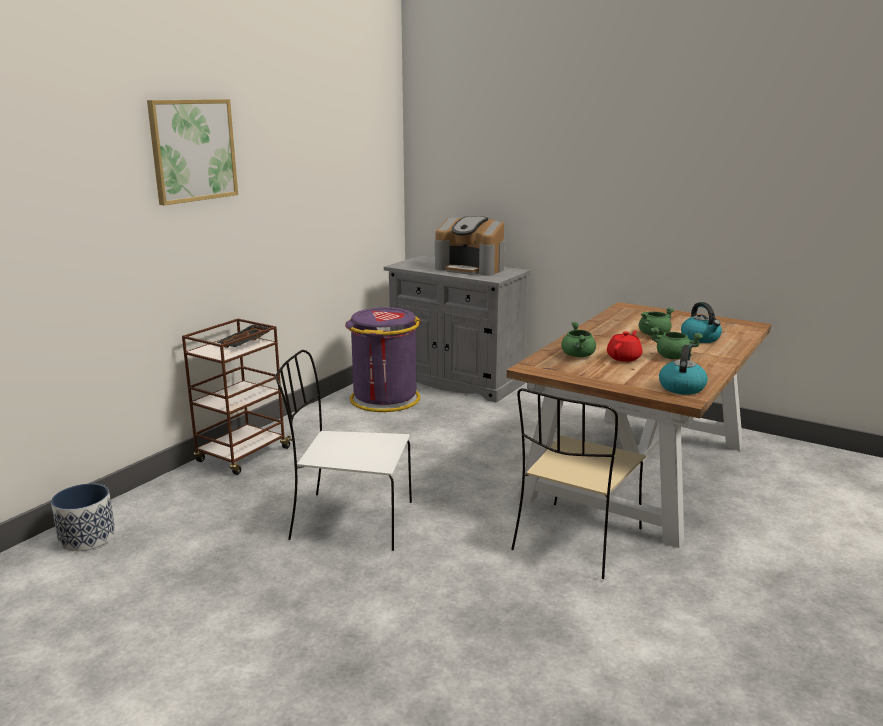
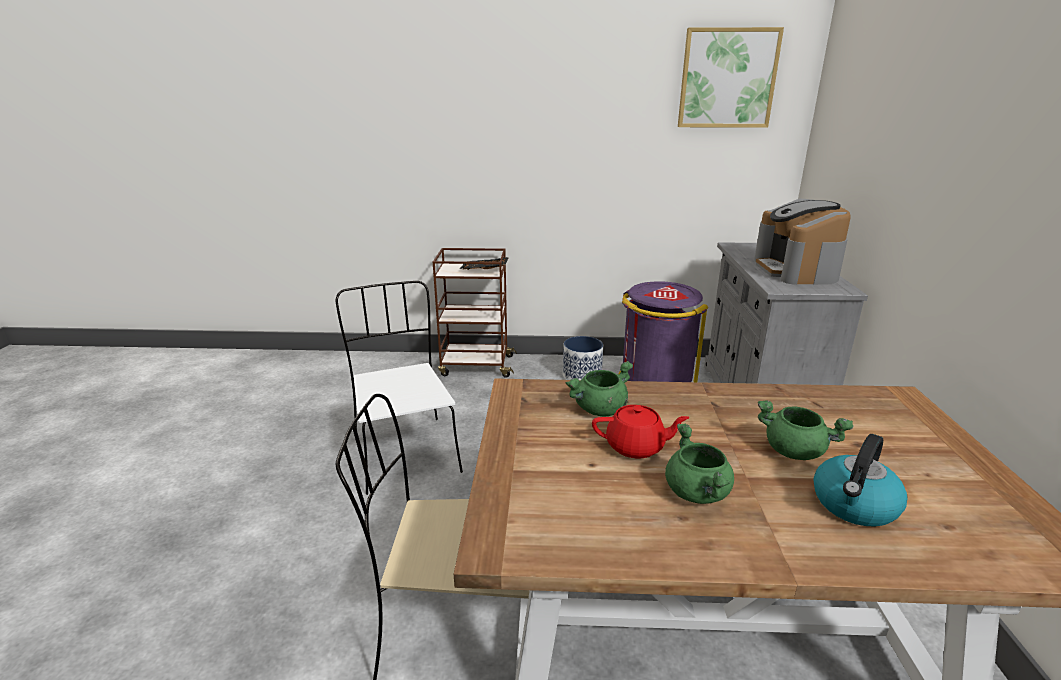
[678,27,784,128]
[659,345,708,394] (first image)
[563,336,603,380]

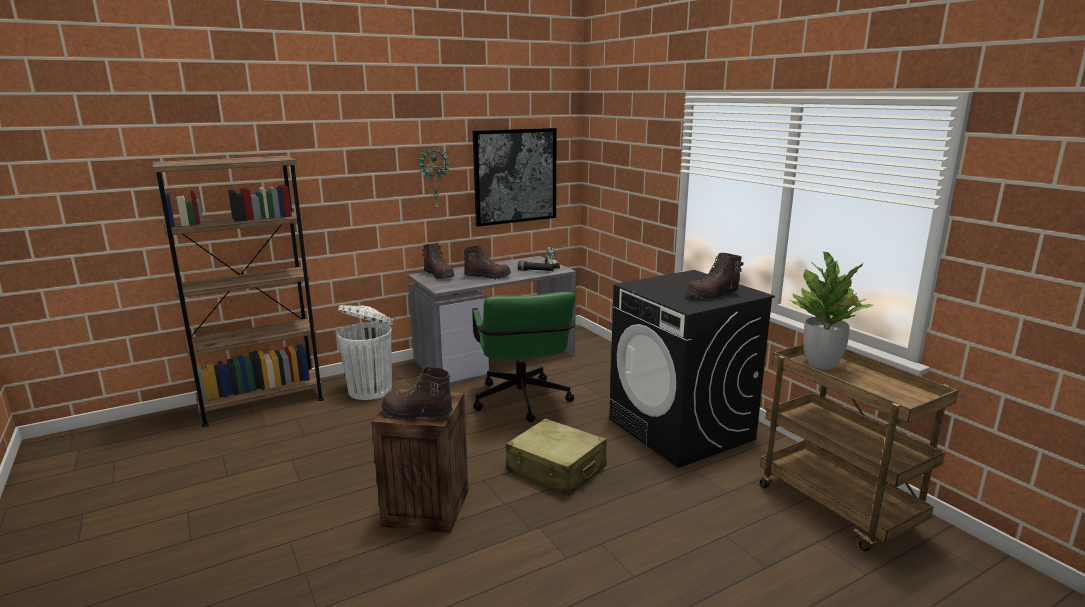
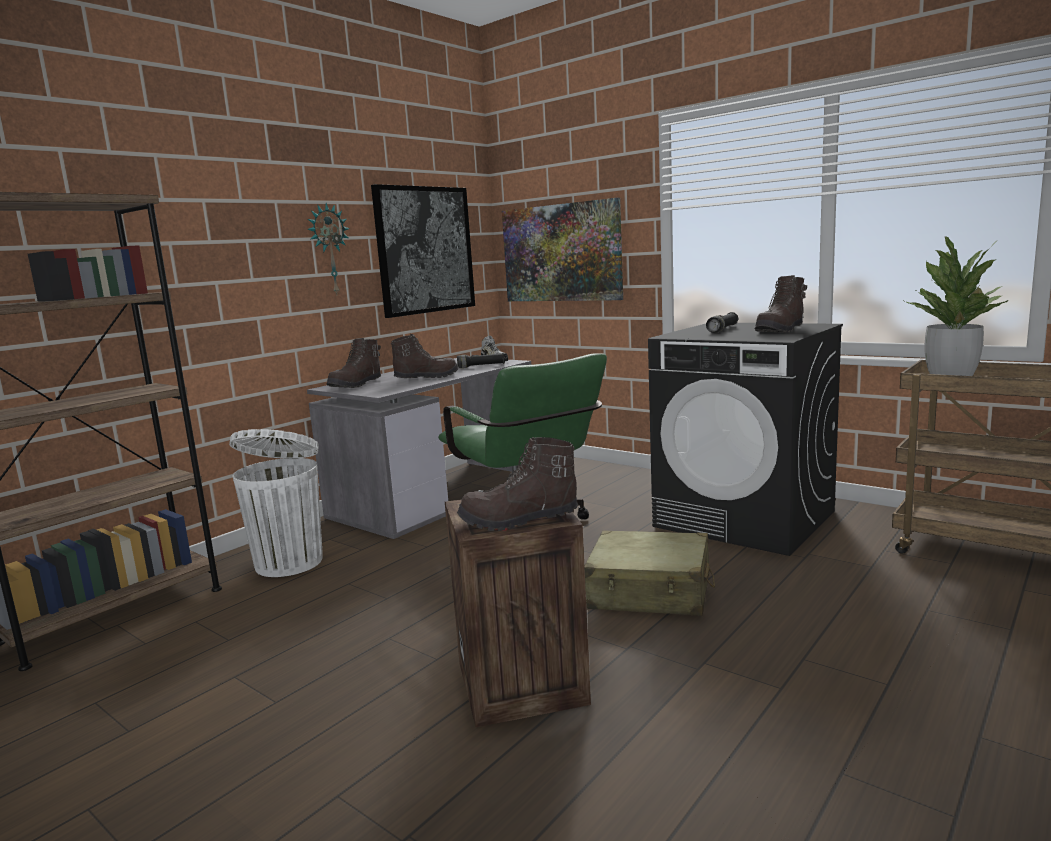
[326,338,381,388]
[502,198,623,301]
[706,312,738,333]

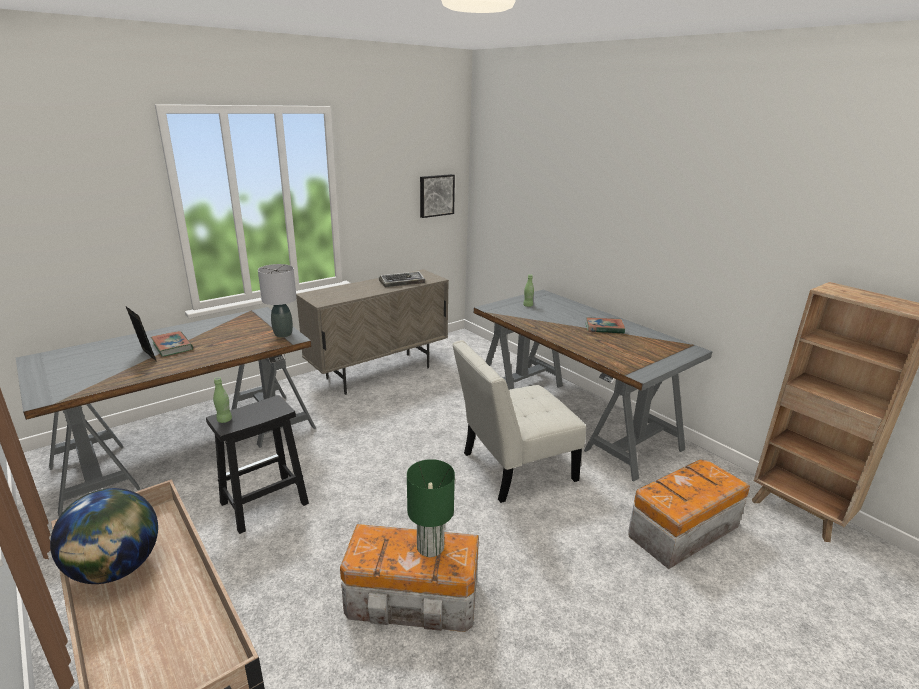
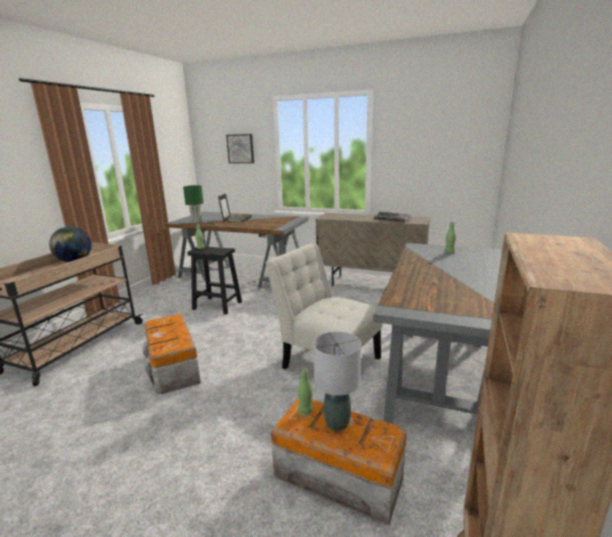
[226,134,254,163]
[314,331,361,431]
[585,317,625,333] (first image)
[183,185,203,223]
[298,368,313,415]

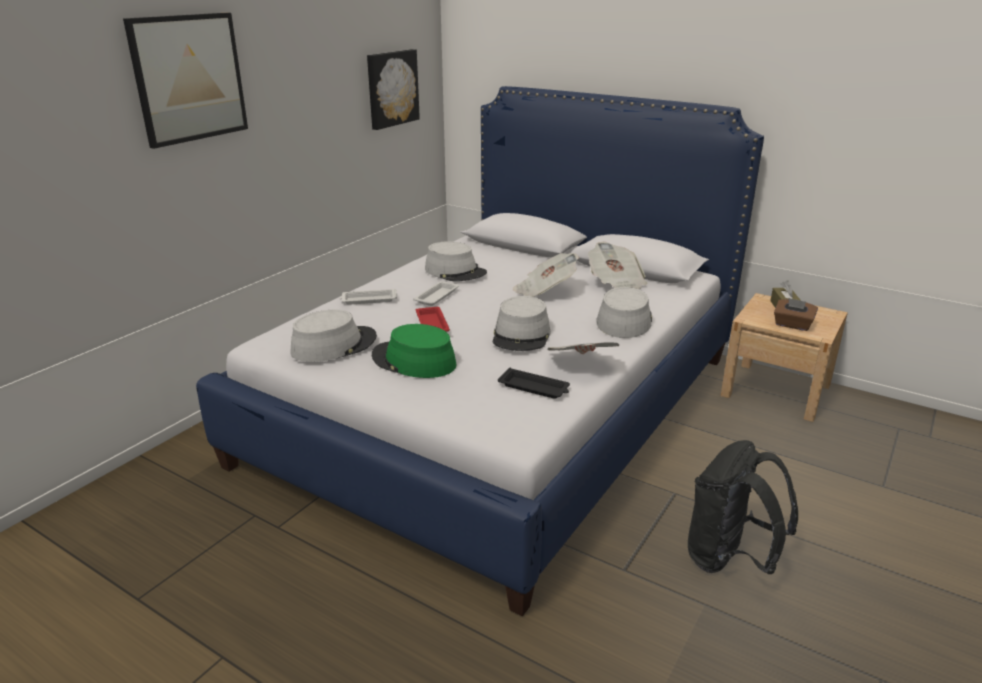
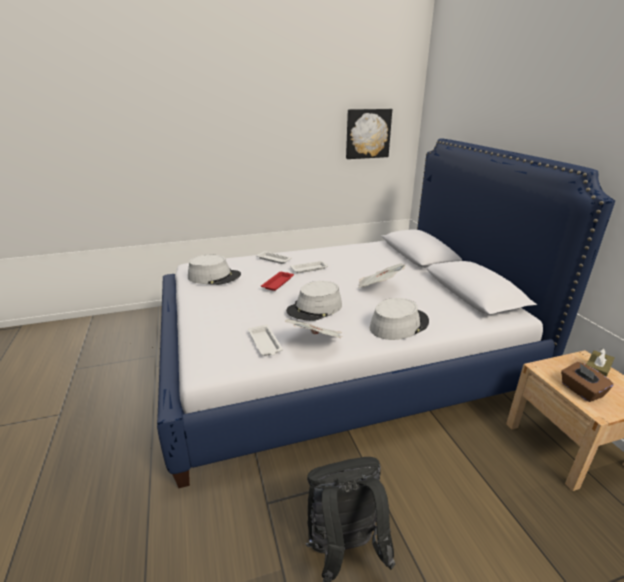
[123,13,248,149] (first image)
[425,241,487,282] (first image)
[588,242,648,289] (first image)
[372,324,457,378] (first image)
[248,324,283,356]

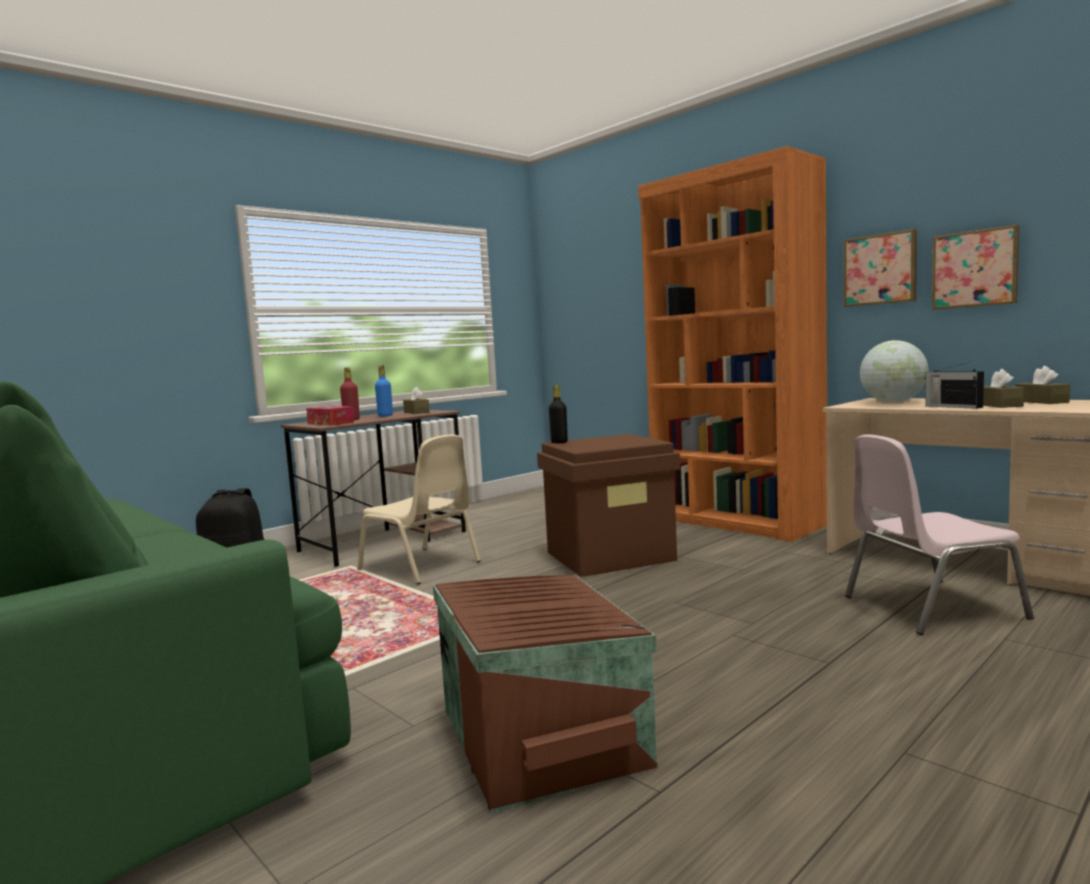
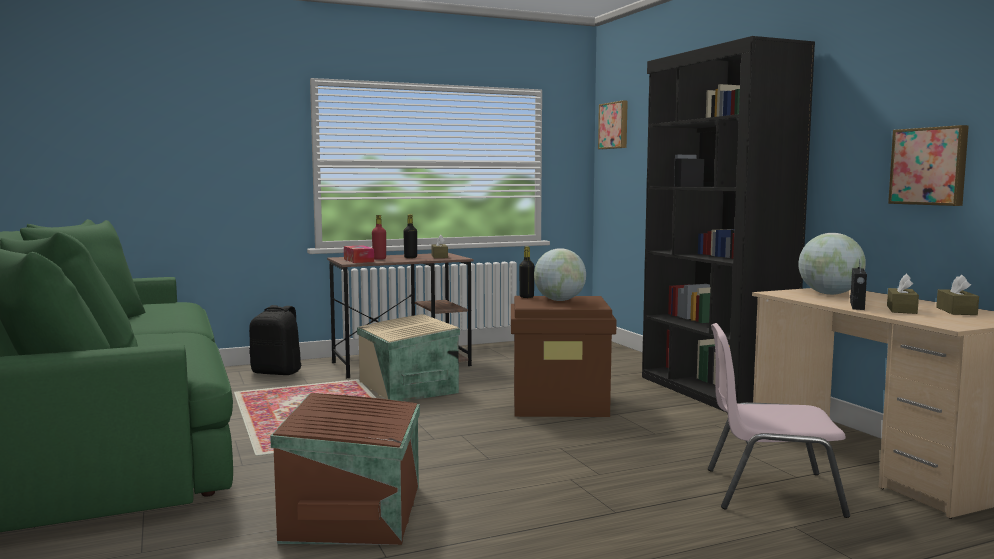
[642,36,815,414]
[598,100,628,149]
[850,259,867,310]
[403,214,417,258]
[357,314,460,401]
[534,248,586,301]

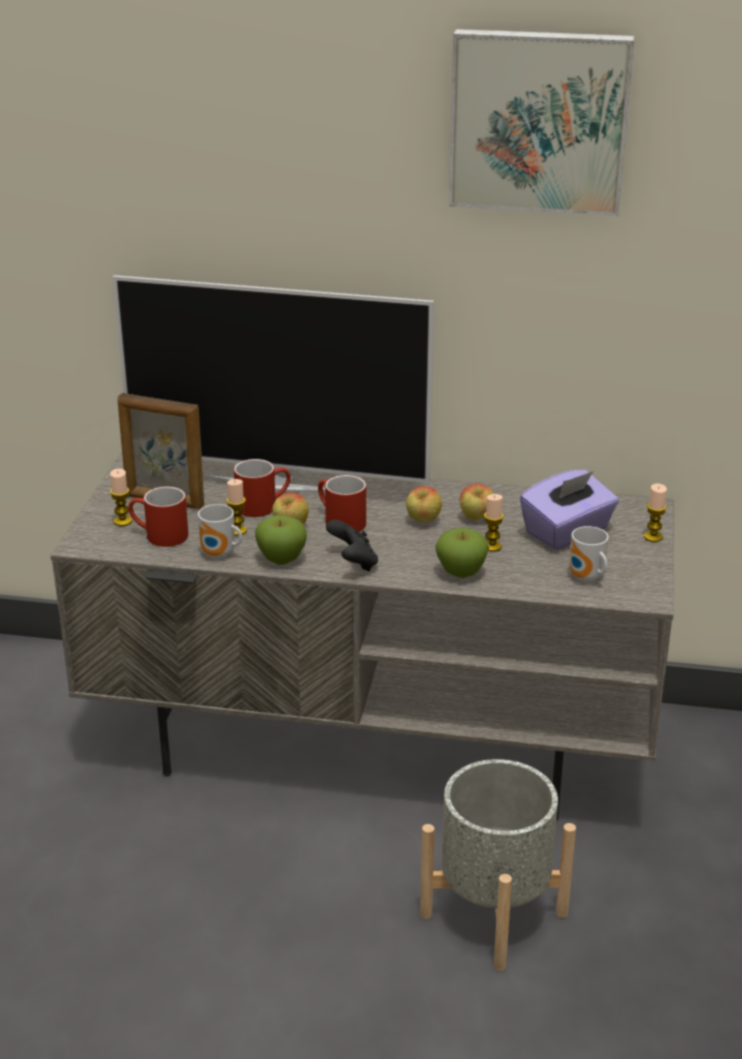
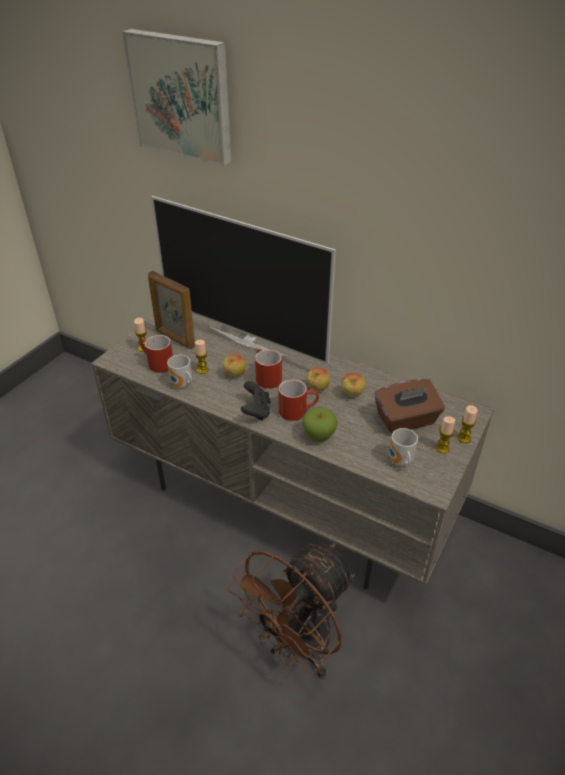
[122,29,232,166]
[279,379,319,421]
[375,379,445,433]
[436,416,455,454]
[255,515,307,565] (first image)
[228,542,355,678]

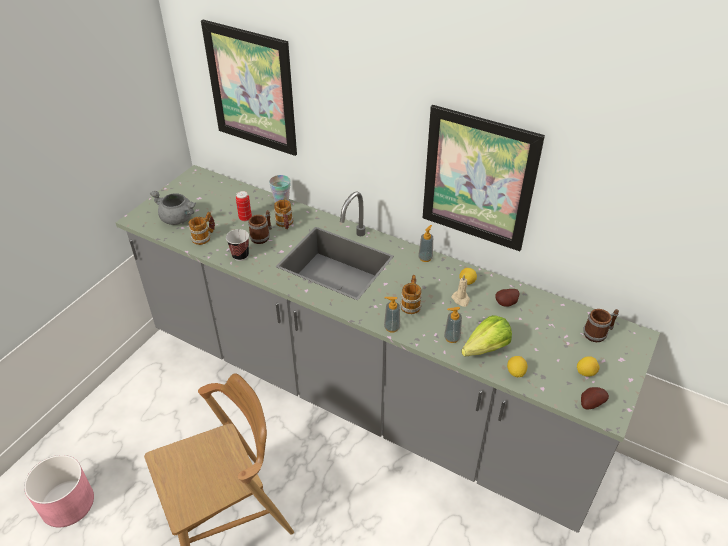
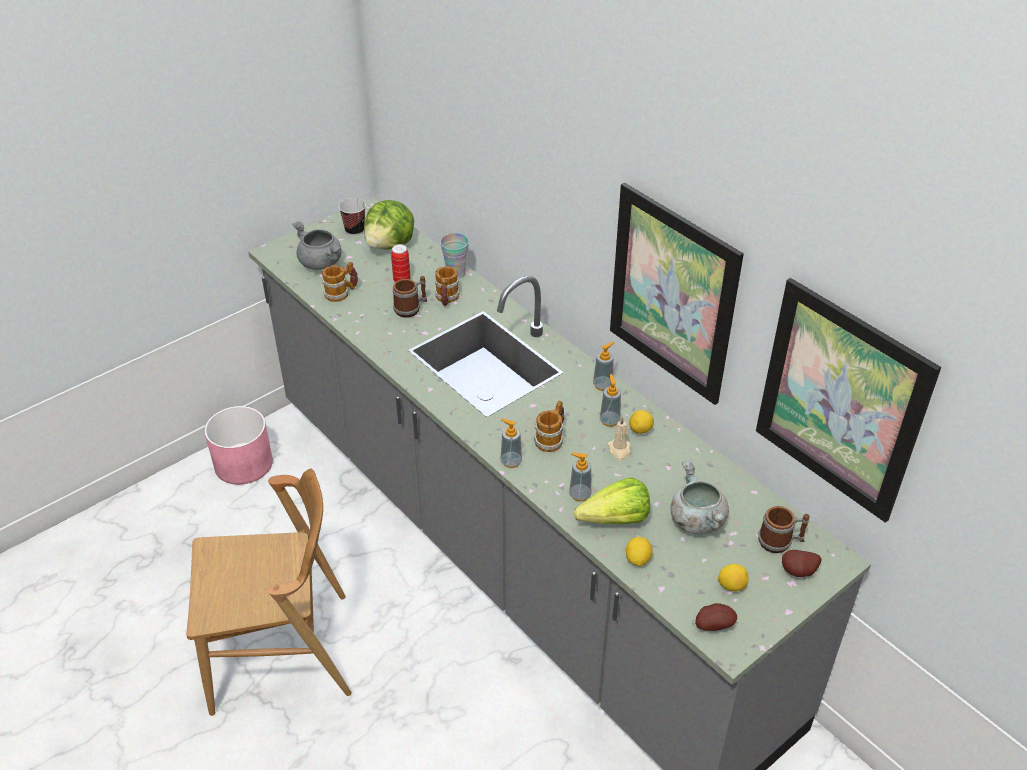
[756,278,941,523]
[339,198,366,236]
[782,550,822,577]
[204,406,273,485]
[364,200,414,250]
[600,374,621,427]
[671,460,729,534]

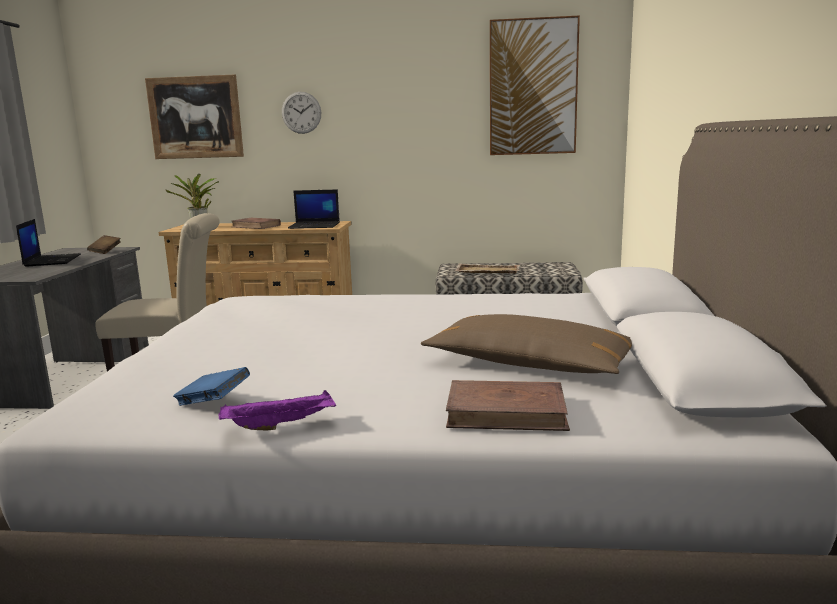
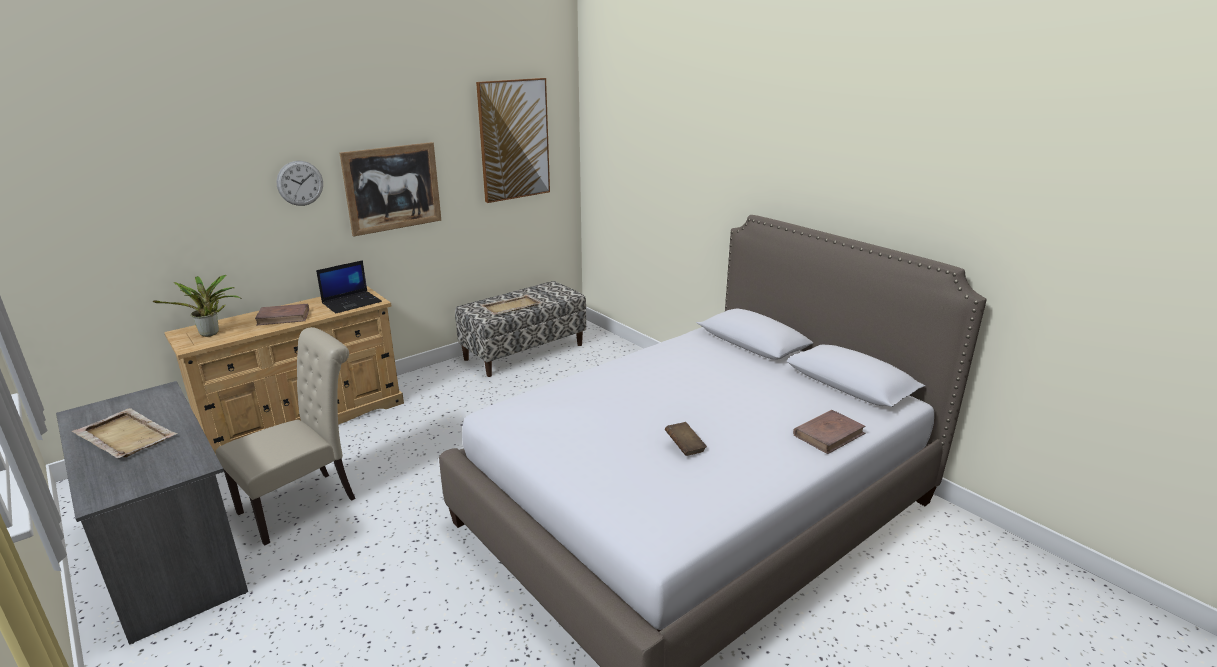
[340,142,441,237]
[72,408,178,458]
[665,422,707,456]
[421,314,632,374] (first image)
[173,367,250,406] (first image)
[218,390,336,430] (first image)

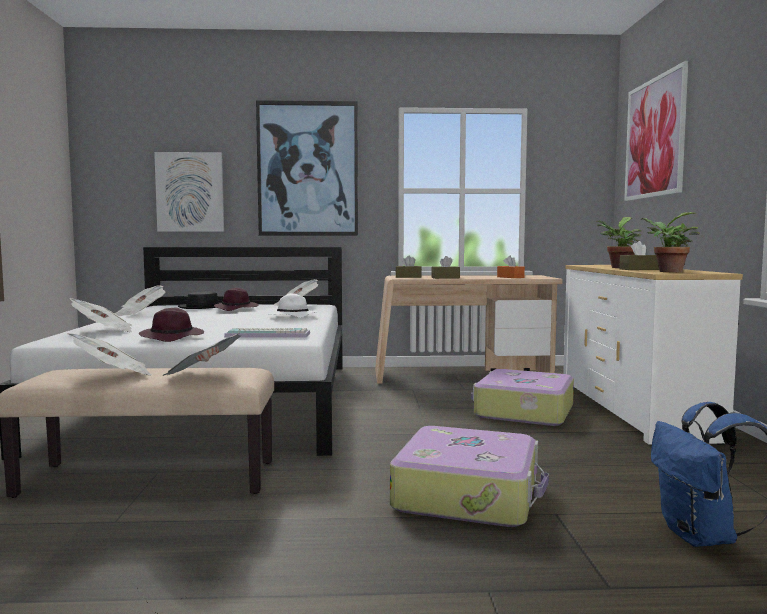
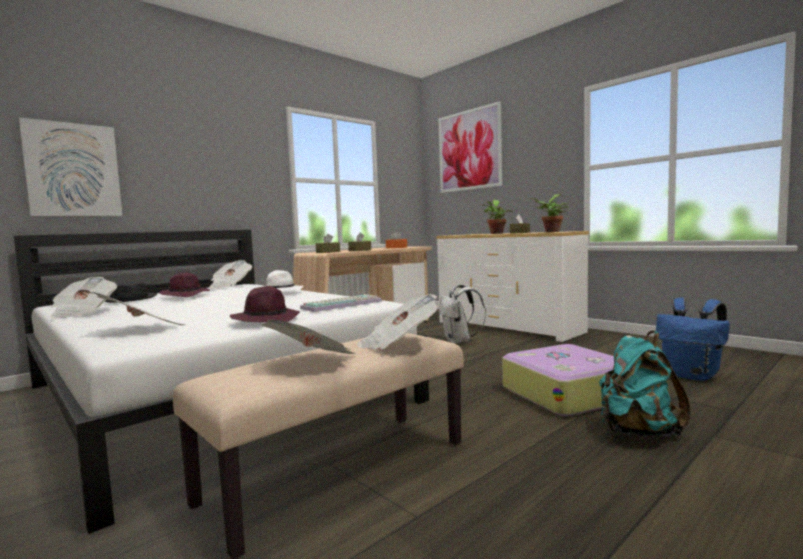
[256,100,358,236] (first image)
[440,285,486,344]
[599,331,690,437]

